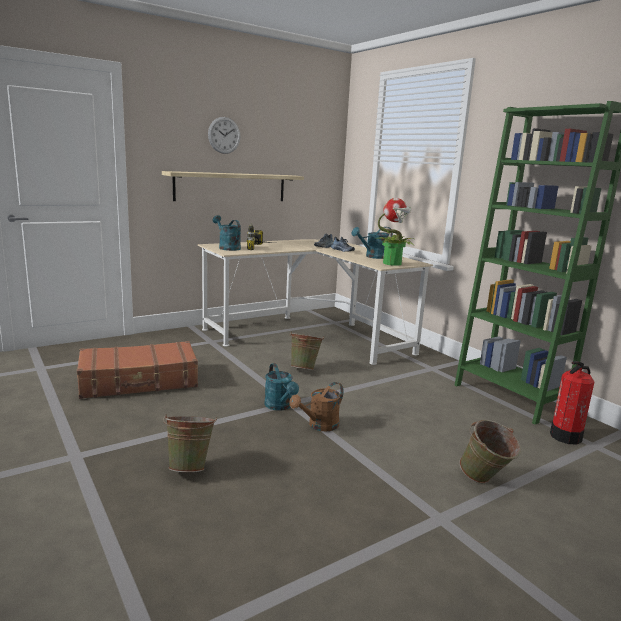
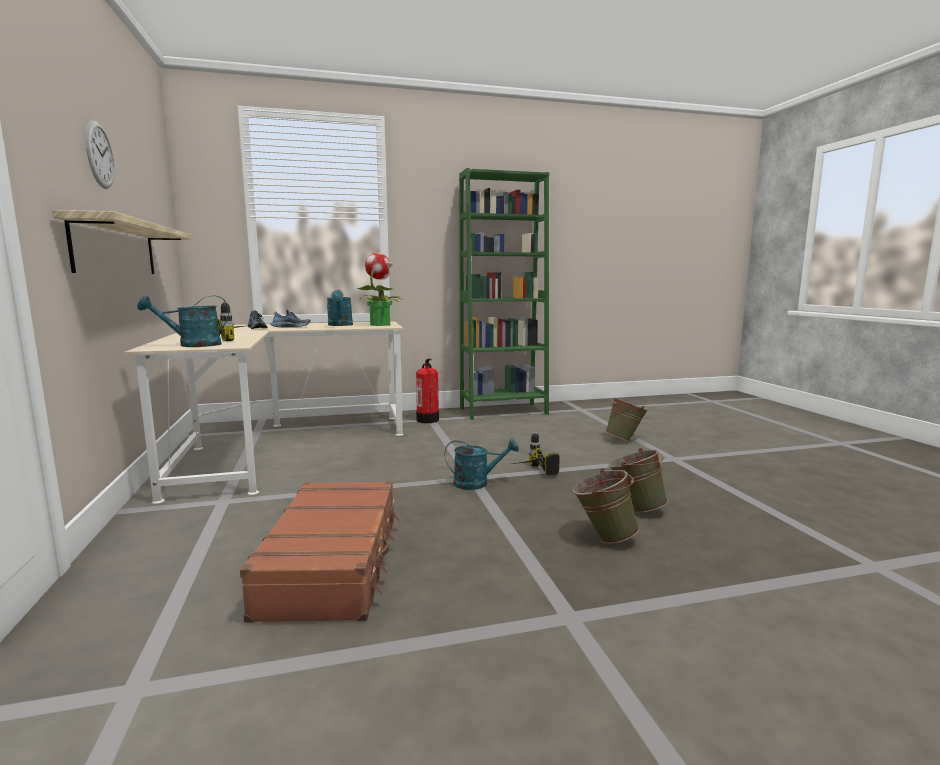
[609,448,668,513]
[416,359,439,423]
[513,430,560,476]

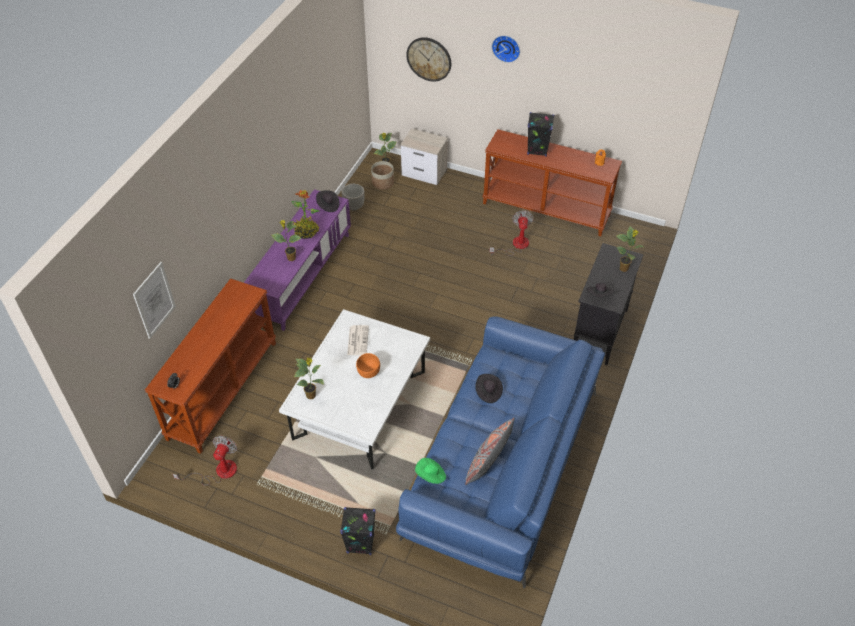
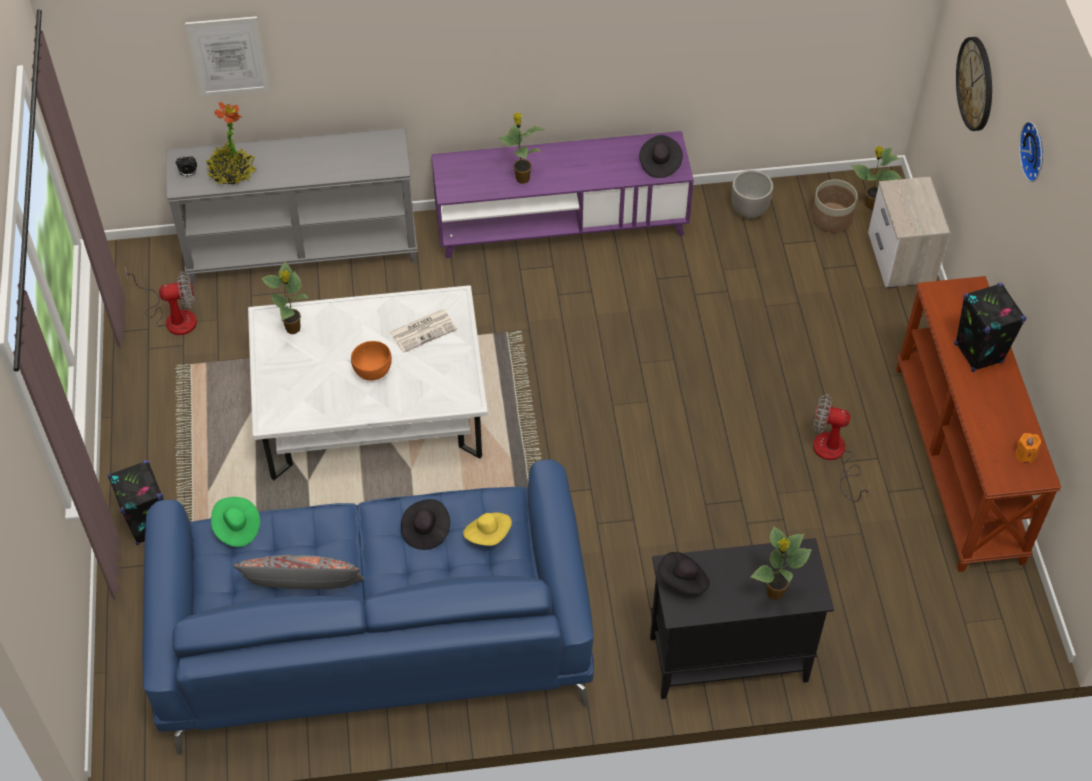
[205,102,257,184]
[813,394,870,502]
[166,128,418,284]
[463,512,512,546]

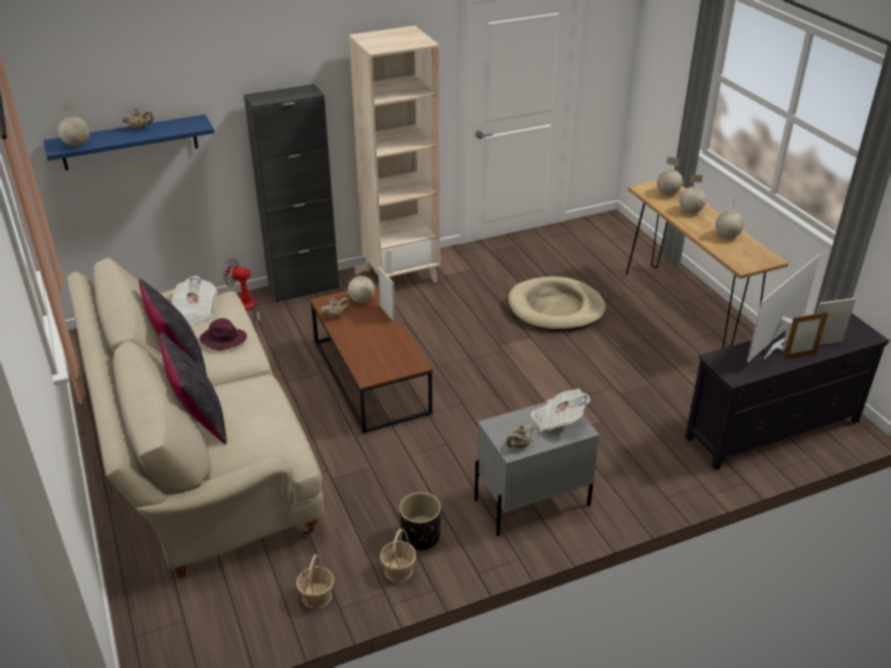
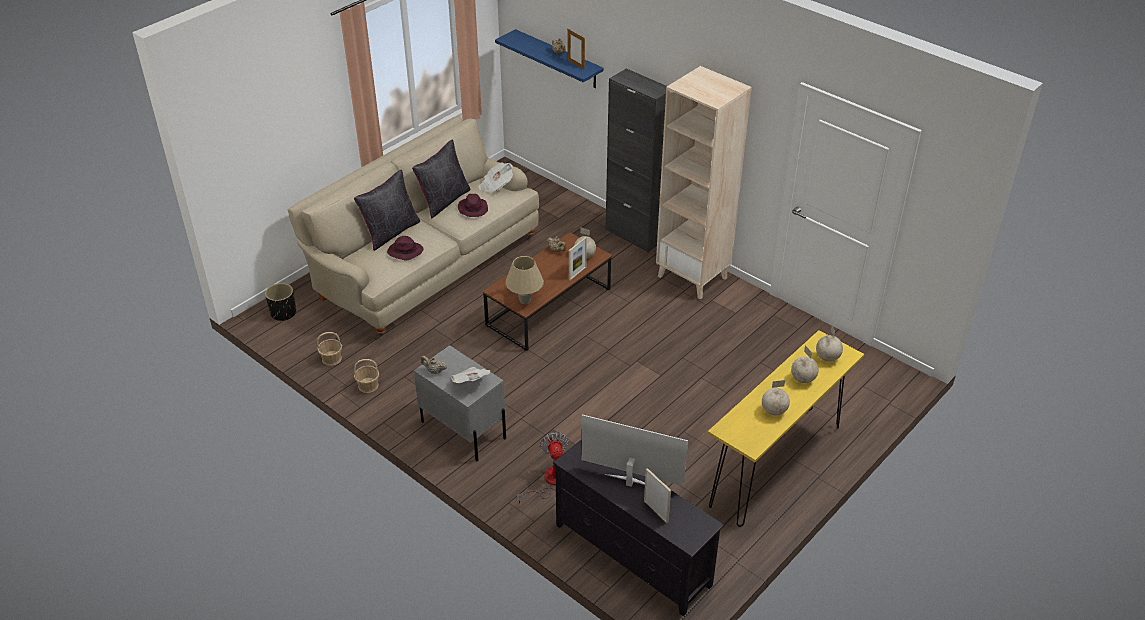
[58,100,90,146] (first image)
[708,330,864,527]
[517,432,569,504]
[508,276,606,331] (first image)
[567,29,585,70]
[265,283,296,322]
[387,236,423,261]
[505,256,544,304]

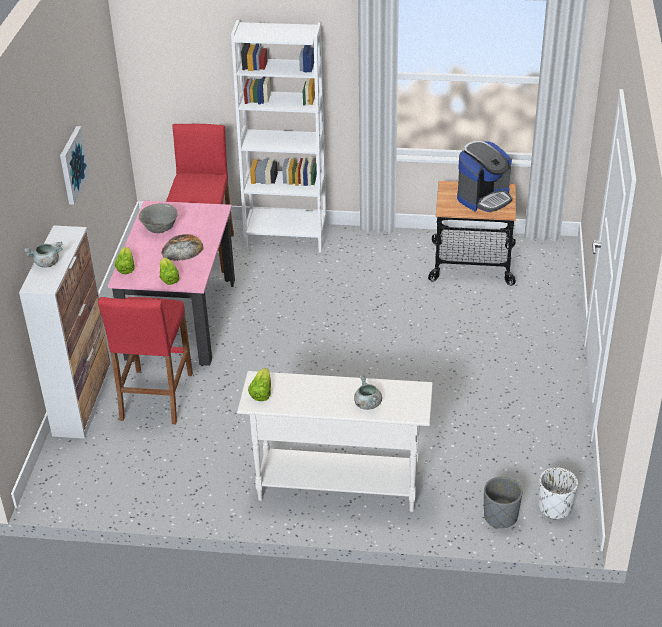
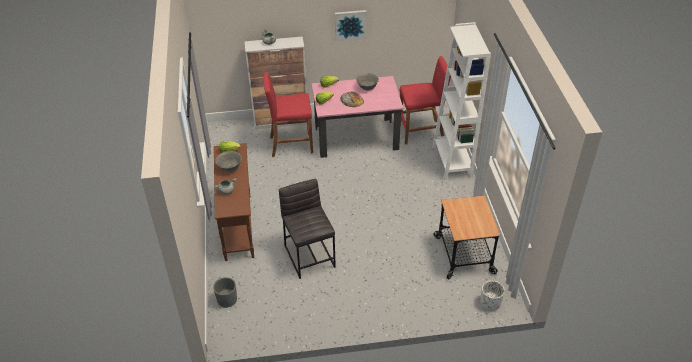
[457,141,512,212] (first image)
[214,143,254,261]
[481,280,505,311]
[216,151,242,172]
[279,179,336,279]

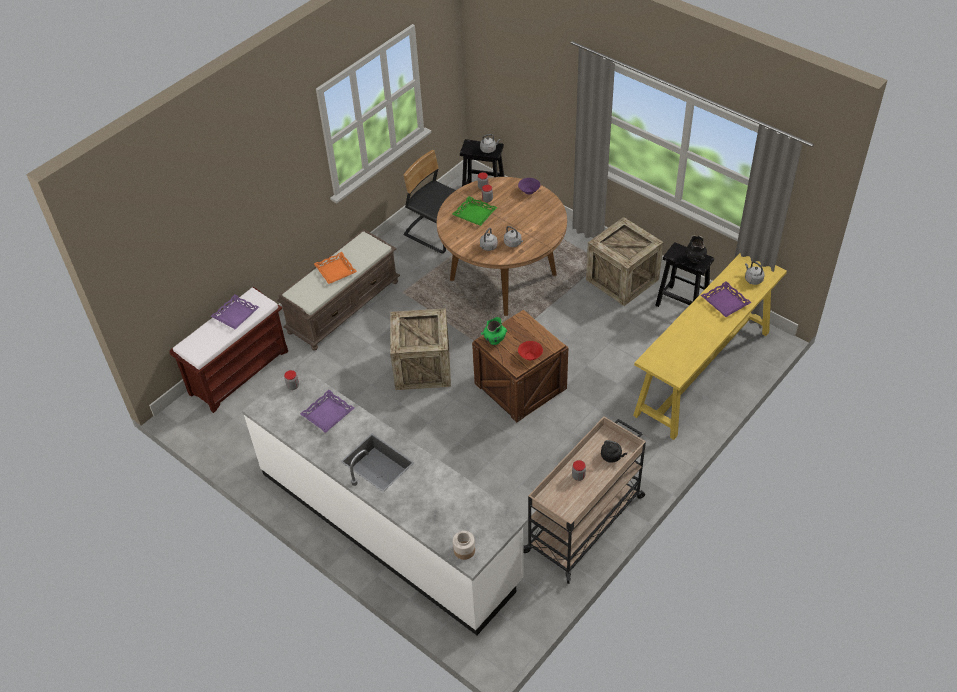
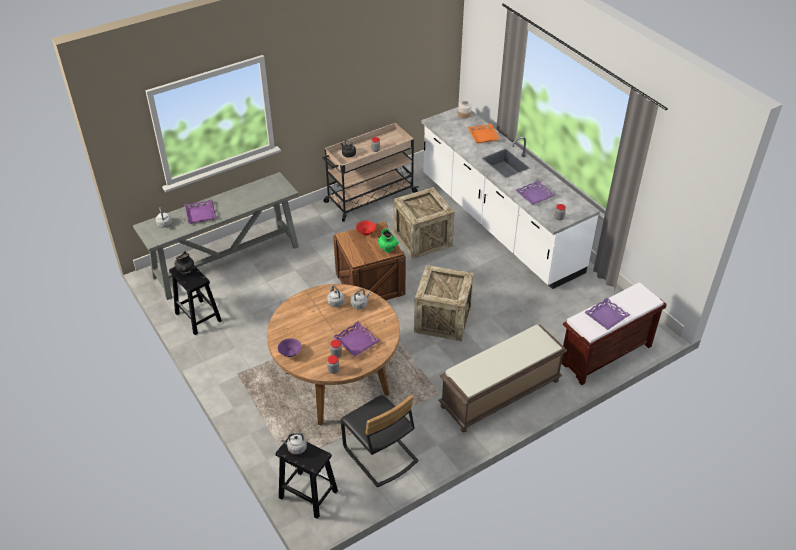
[333,322,380,357]
[394,187,454,259]
[468,124,500,143]
[133,172,299,300]

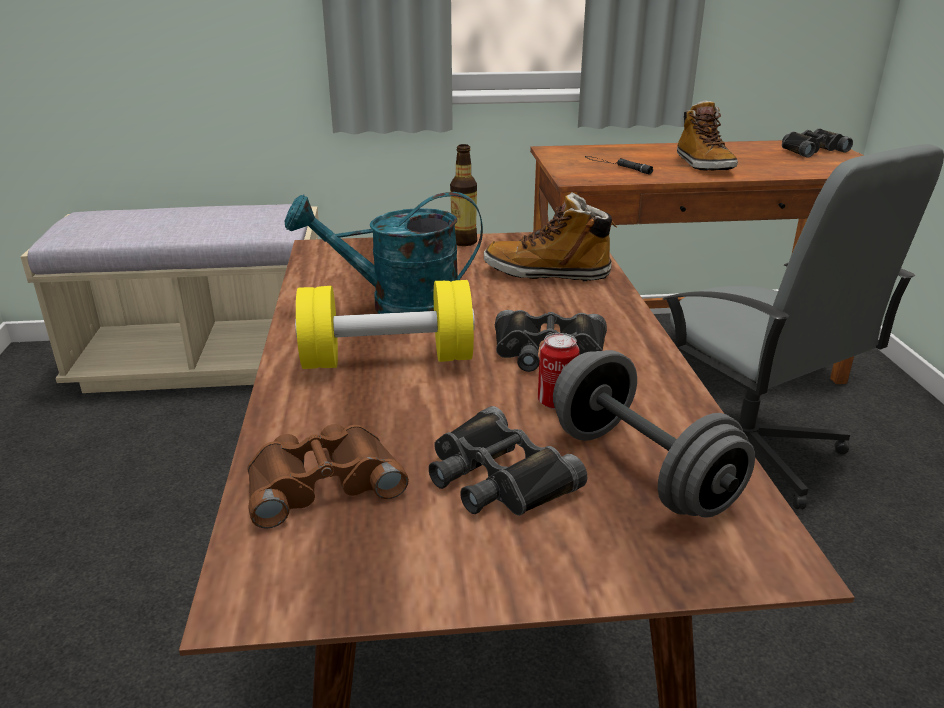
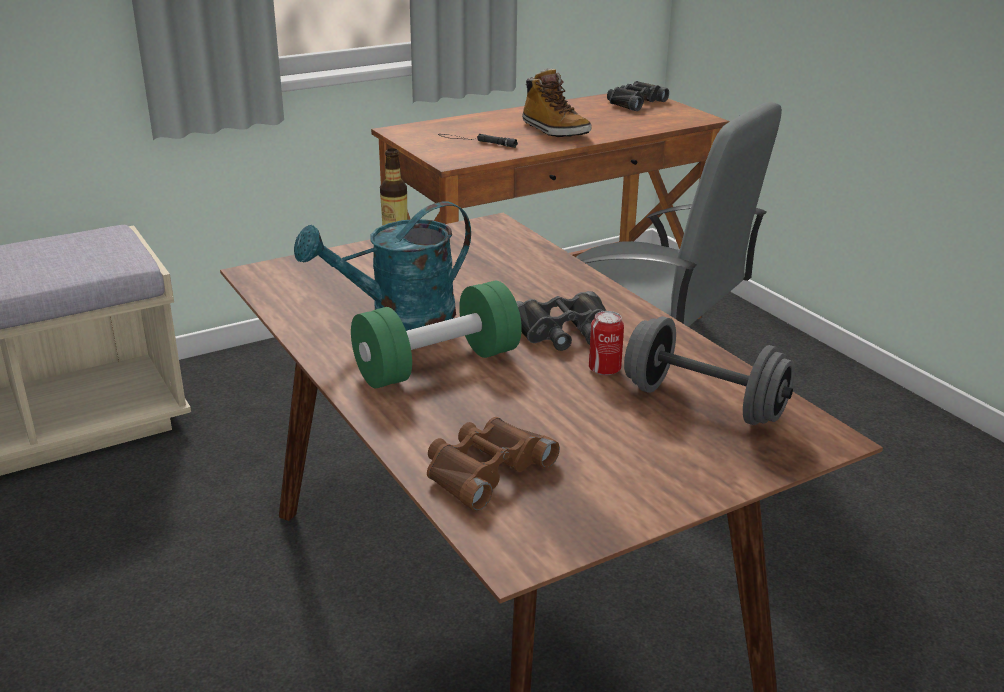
[484,192,618,281] (first image)
[351,281,522,388]
[429,406,587,516] (first image)

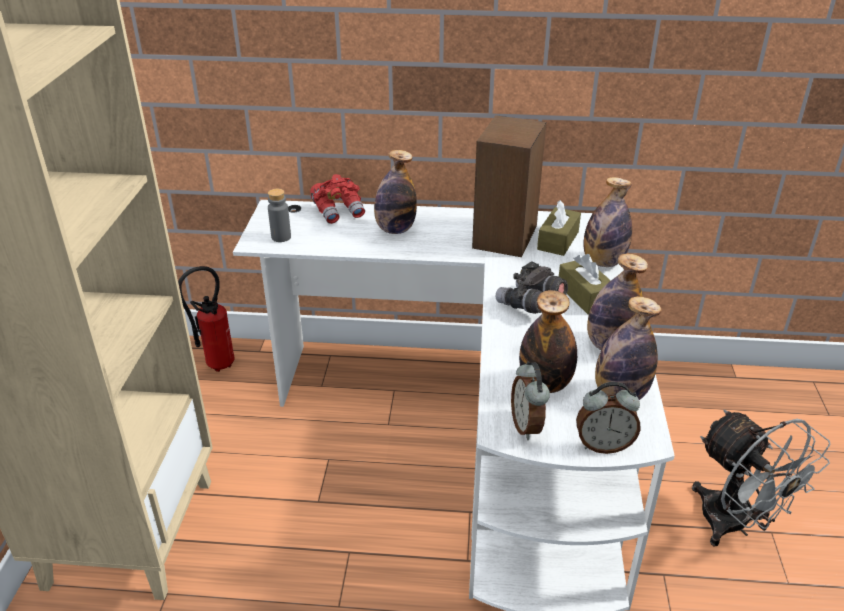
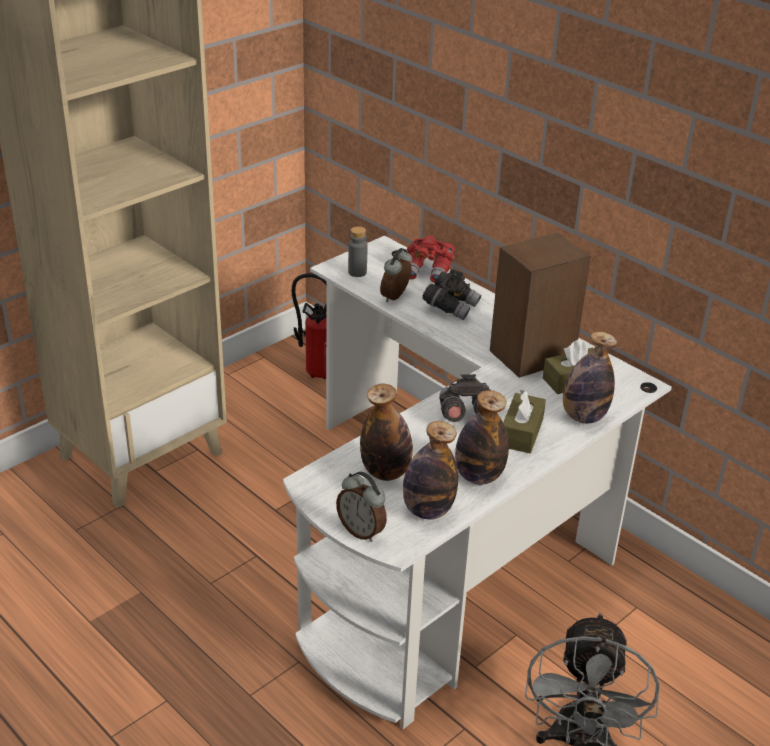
[422,270,482,320]
[380,248,412,302]

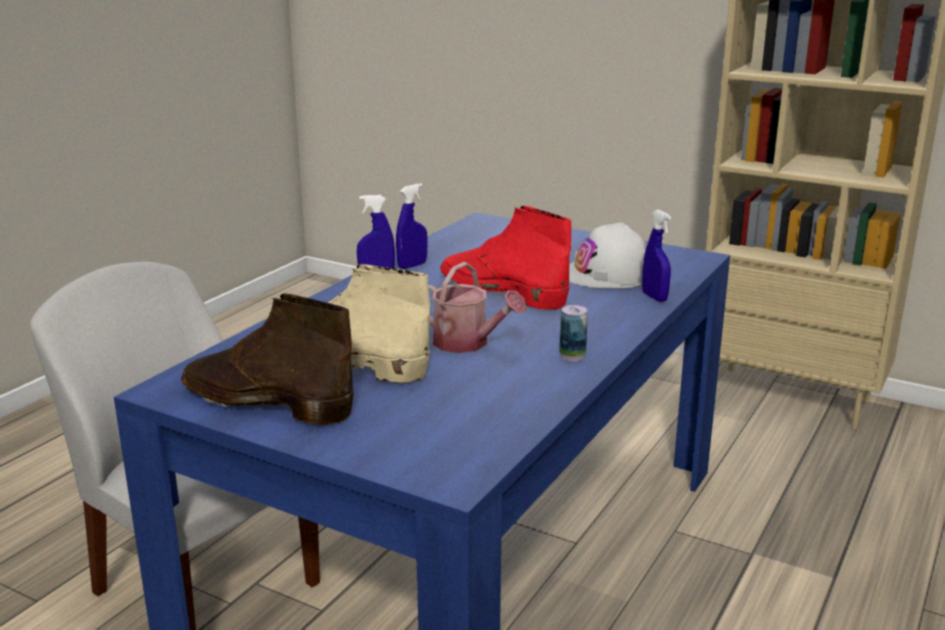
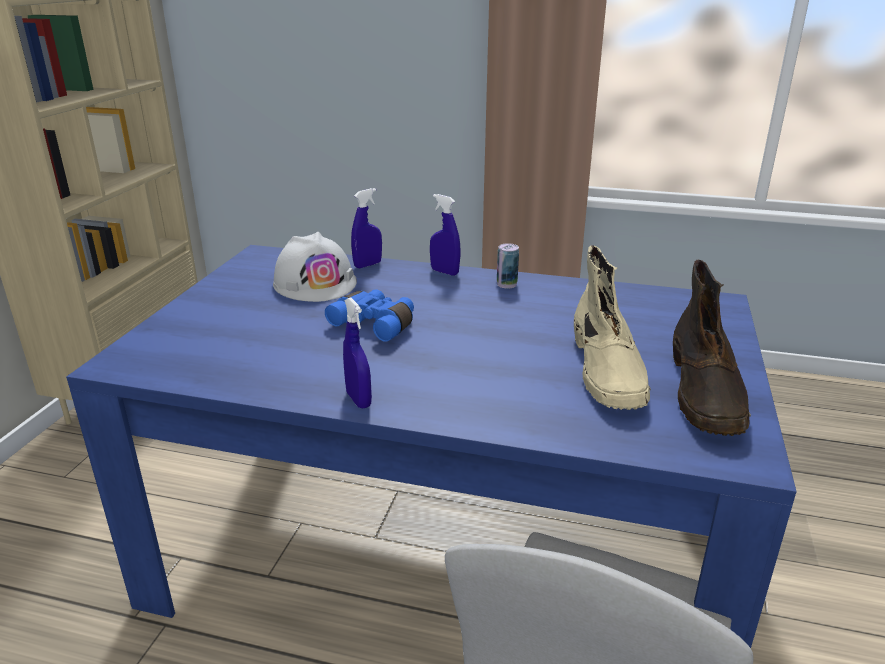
[430,194,461,276]
[325,289,414,342]
[428,262,527,353] (first image)

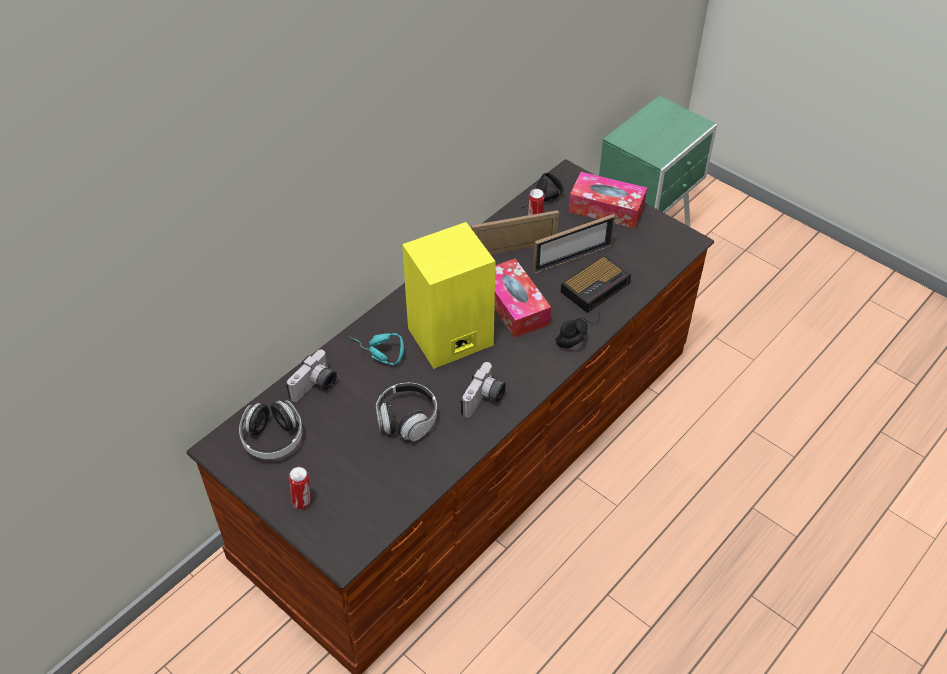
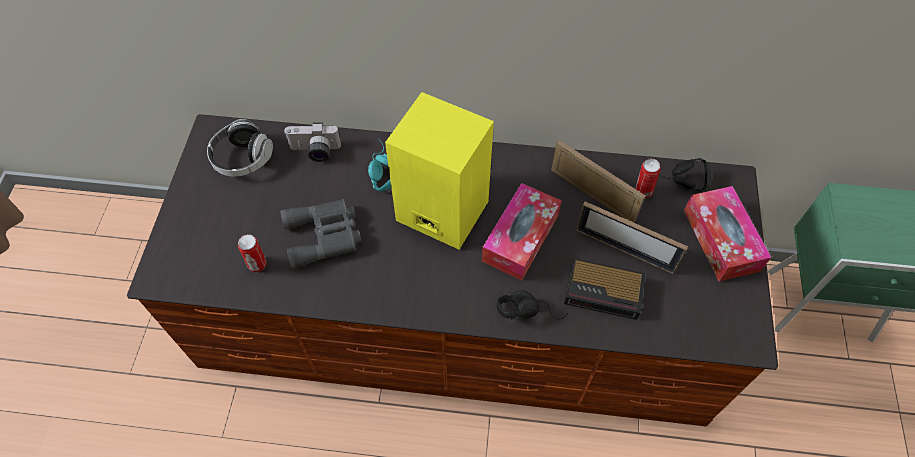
[460,362,506,417] (first image)
[280,199,362,269]
[238,234,267,272]

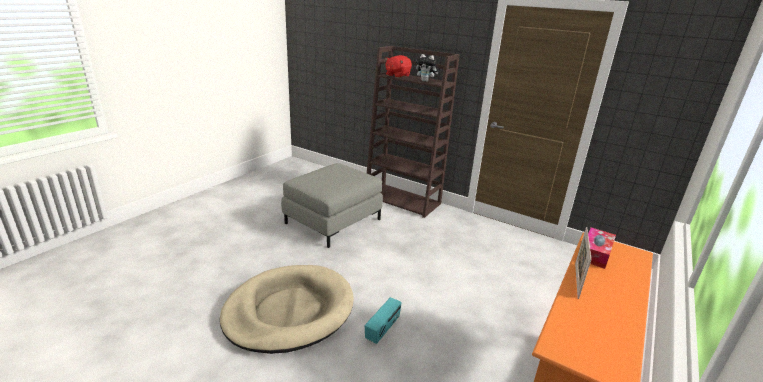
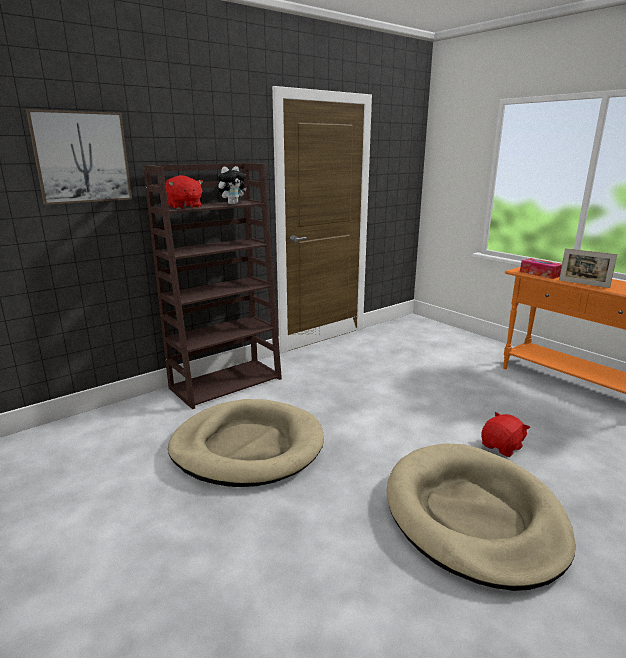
[168,399,324,487]
[481,412,530,457]
[26,109,132,205]

